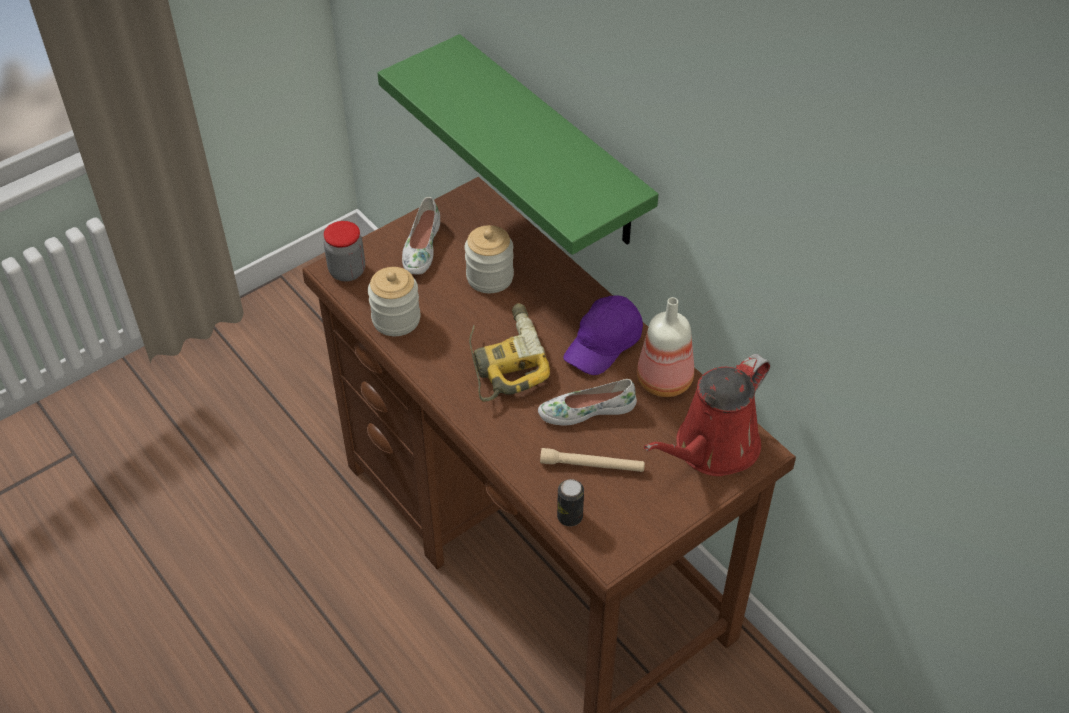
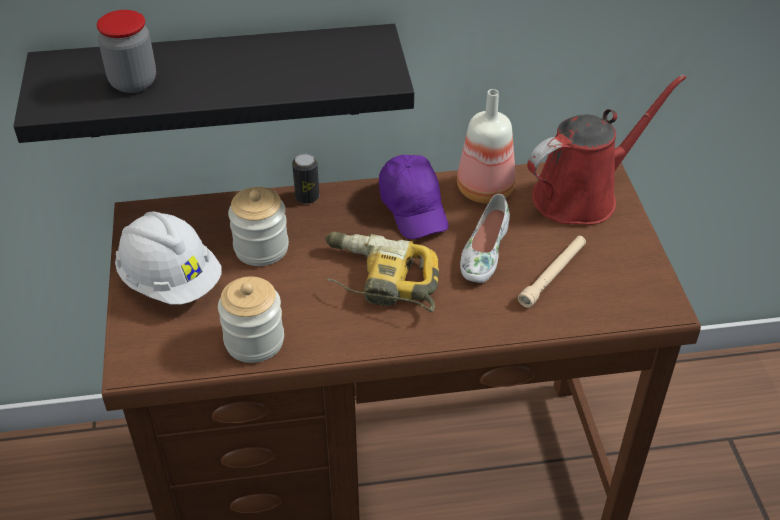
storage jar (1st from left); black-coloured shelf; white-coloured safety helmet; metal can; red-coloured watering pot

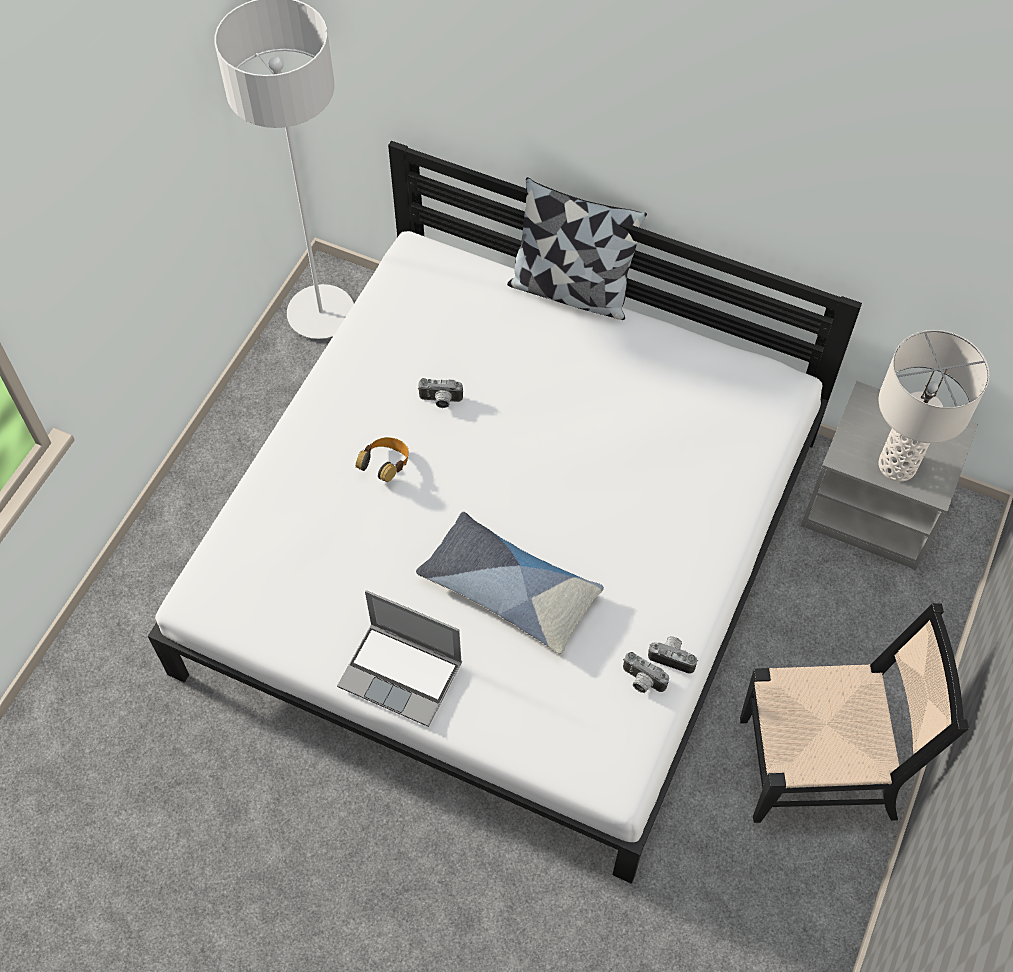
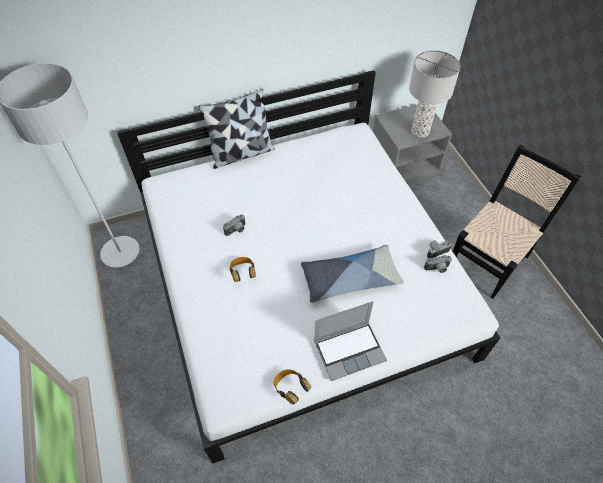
headphones (2nd from left)

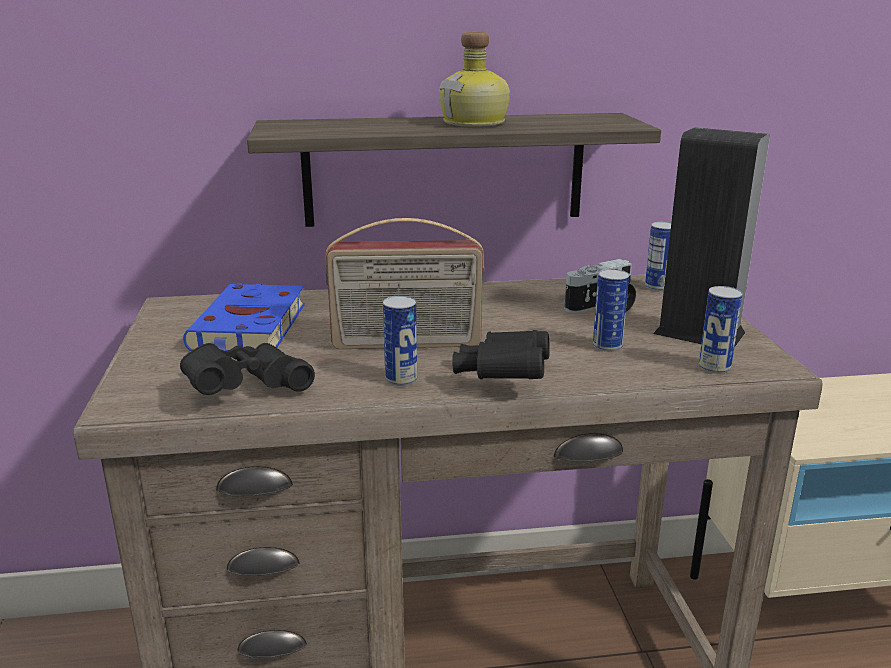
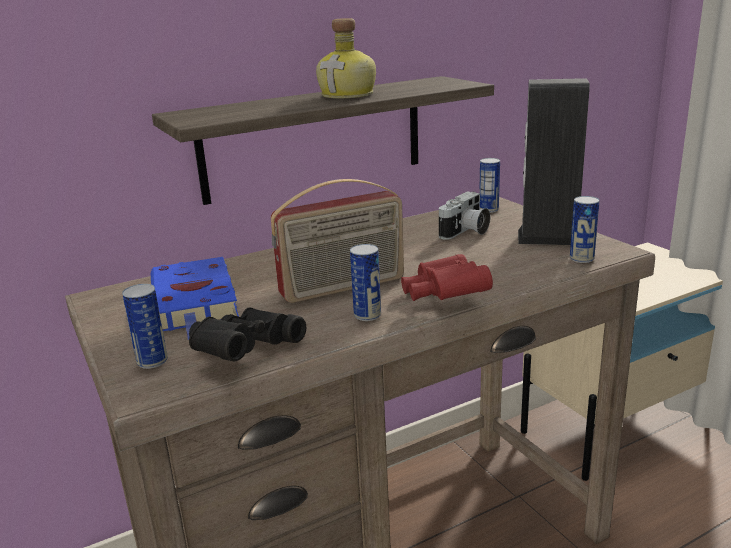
red-coloured pair of binoculars; metal can (1st from left)

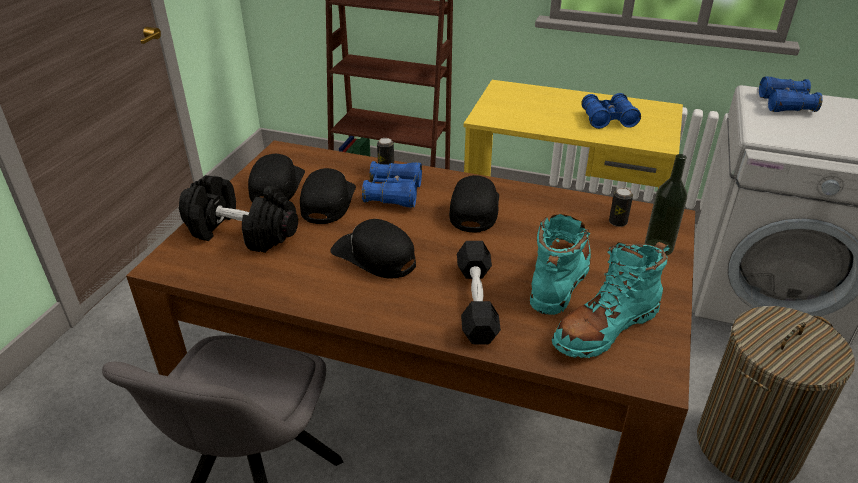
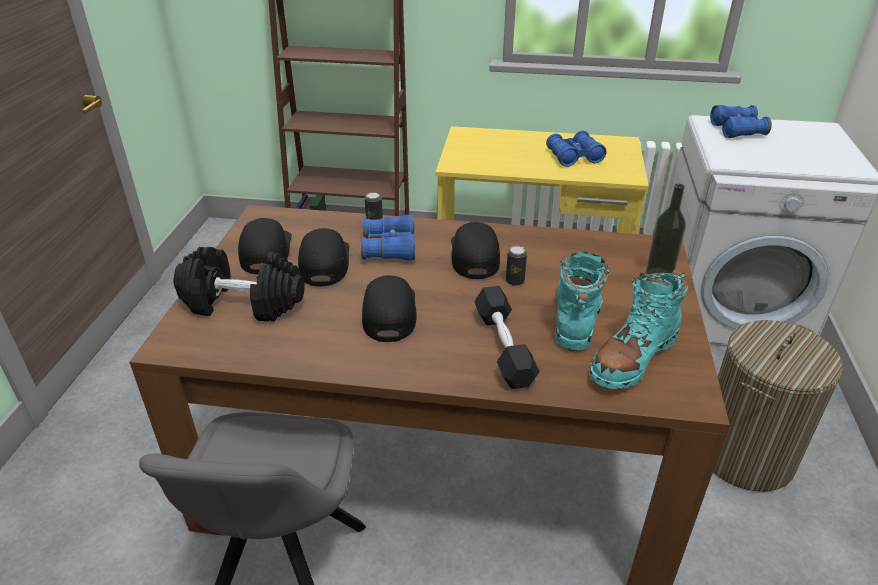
black-coloured cap (3rd from left); metal can (2nd from left)

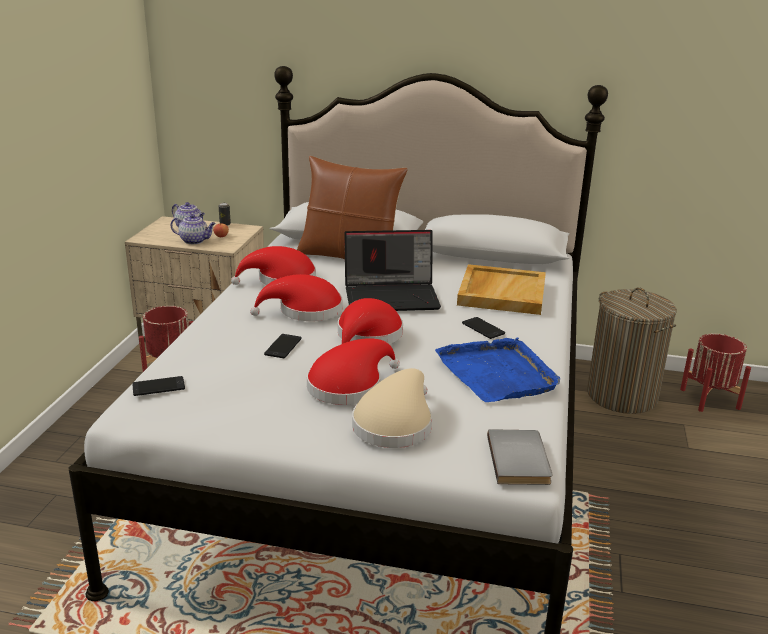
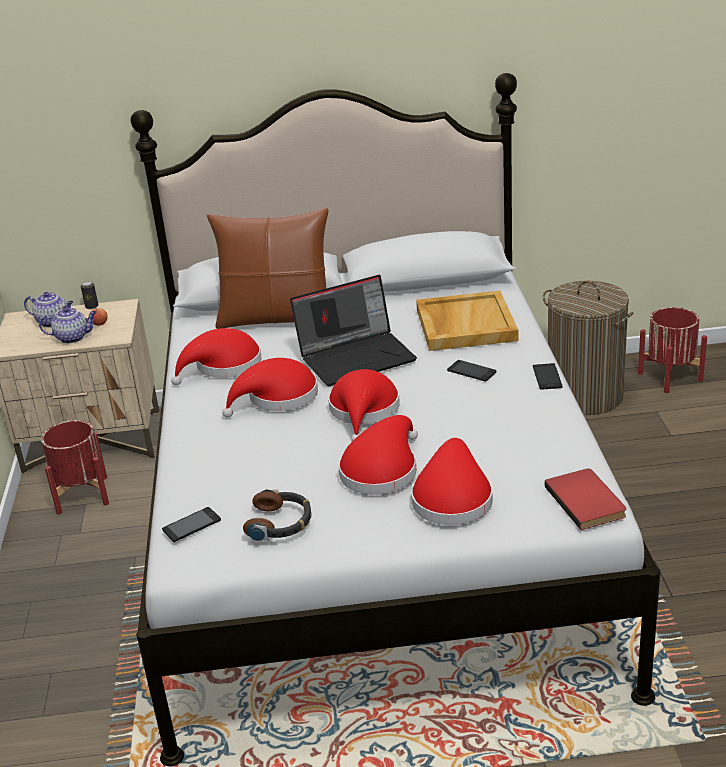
handset (3rd from left); red-coloured clothing hat (5th from left); blue carrying tray; red-coloured volume; headphones

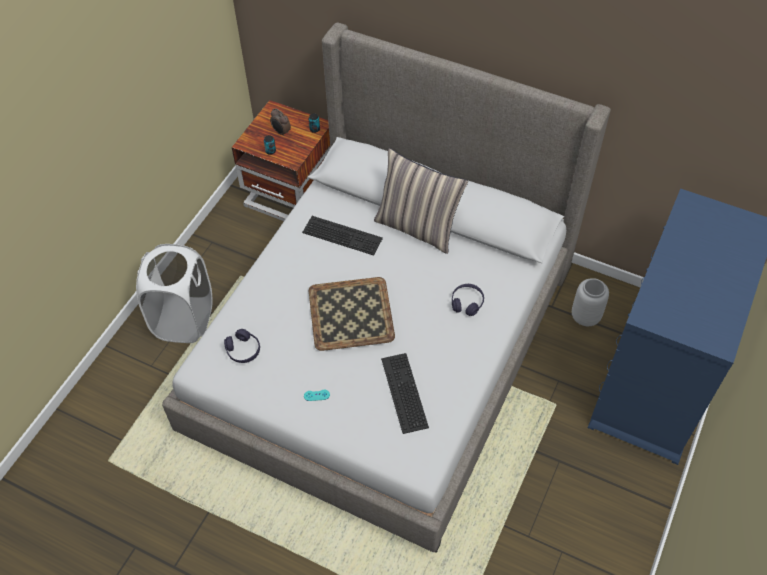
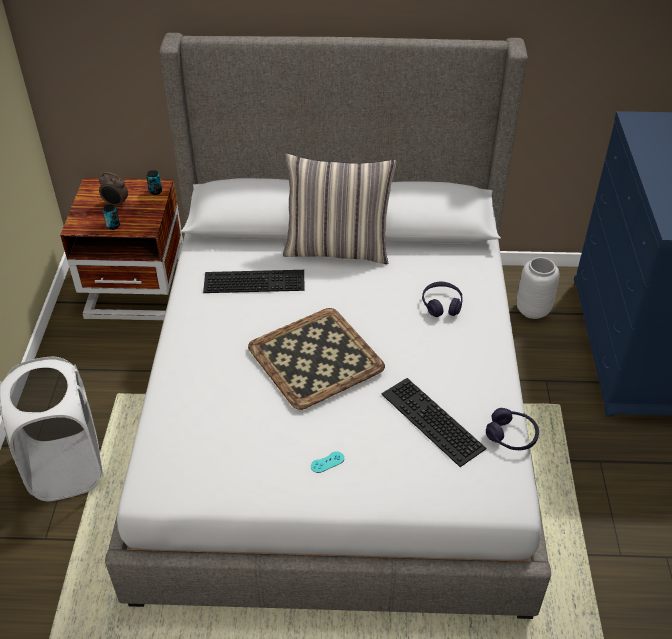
purple-coloured headphones (2nd from left)

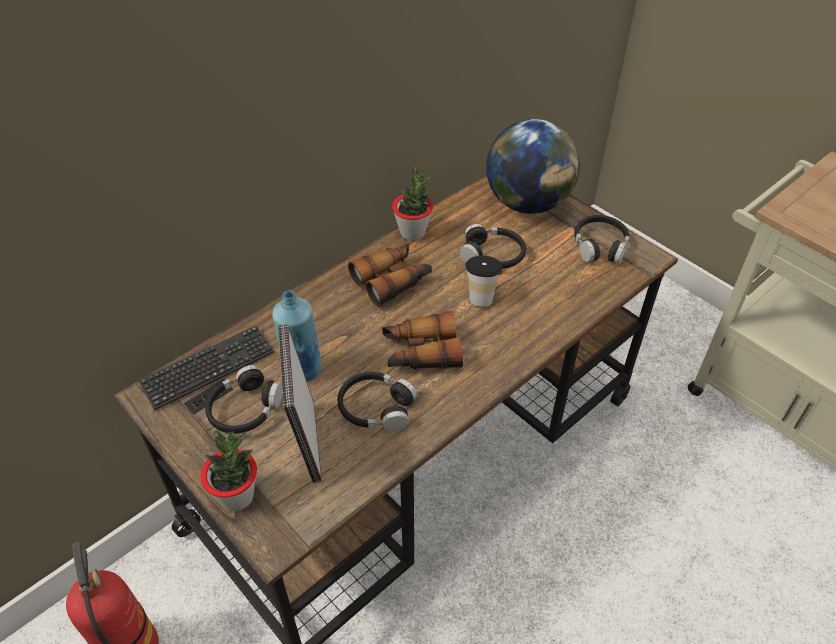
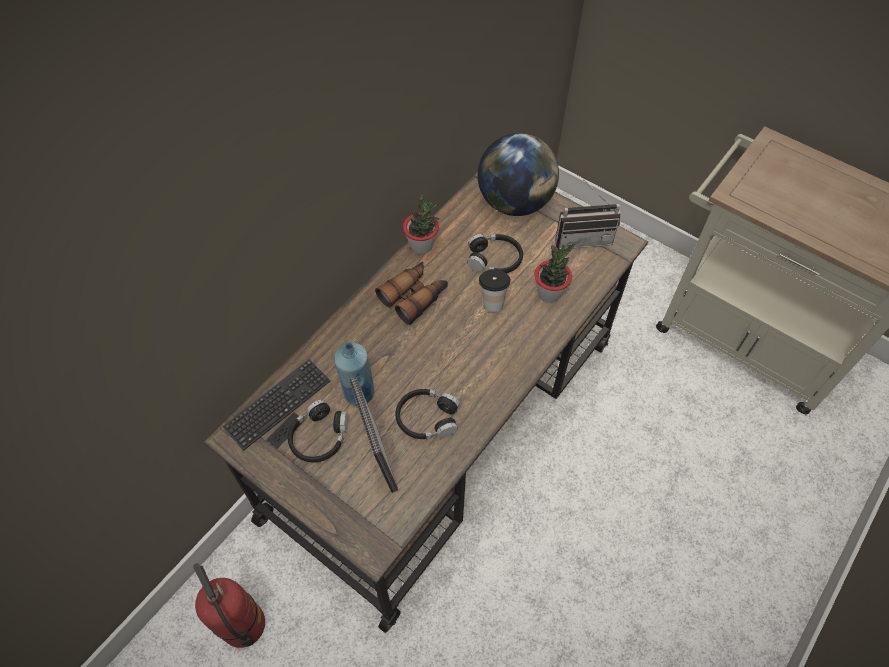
plant in a pot (2nd from left); pair of binoculars (2nd from left in the first image); radio set

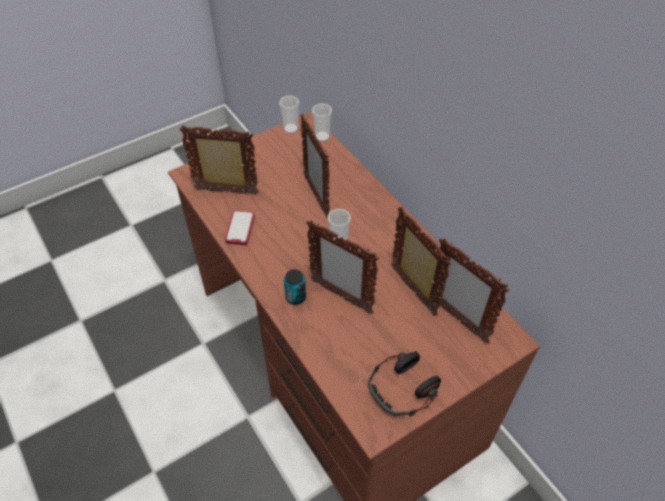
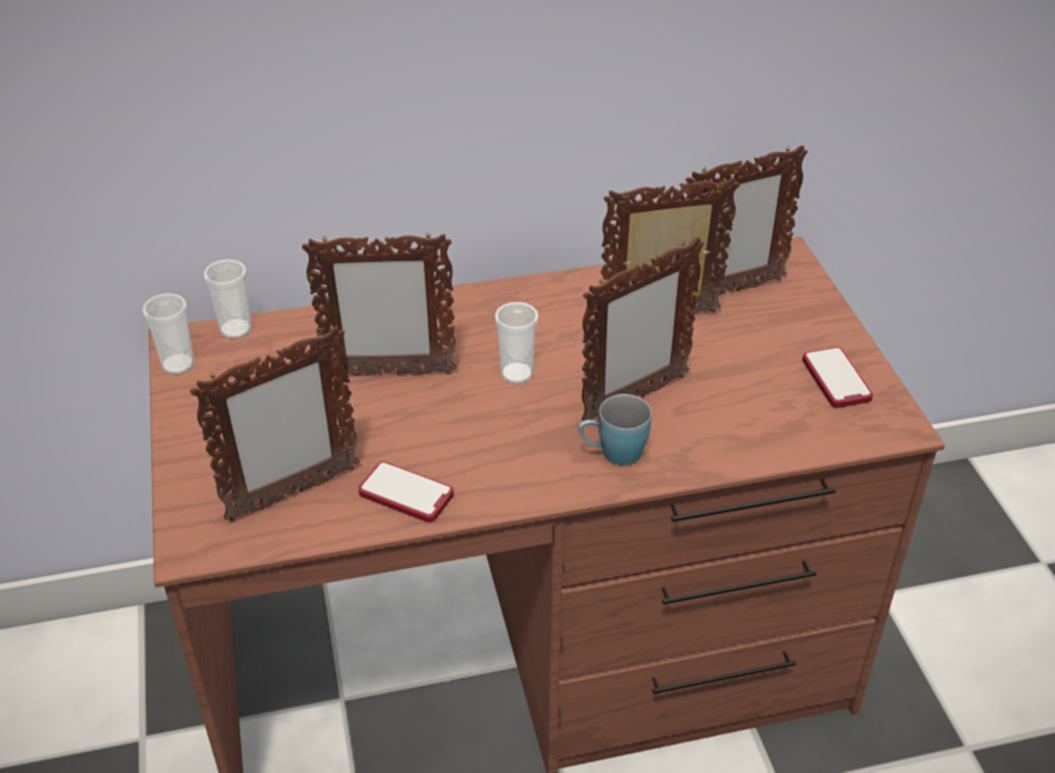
photo frame (1st from left); blue coffee mug; handset (2nd from left)

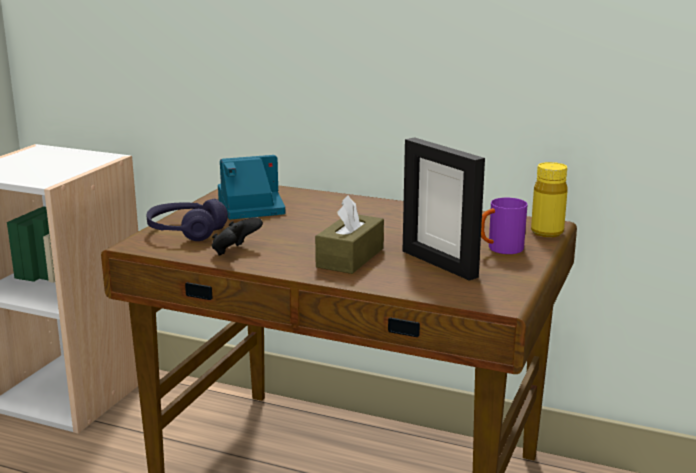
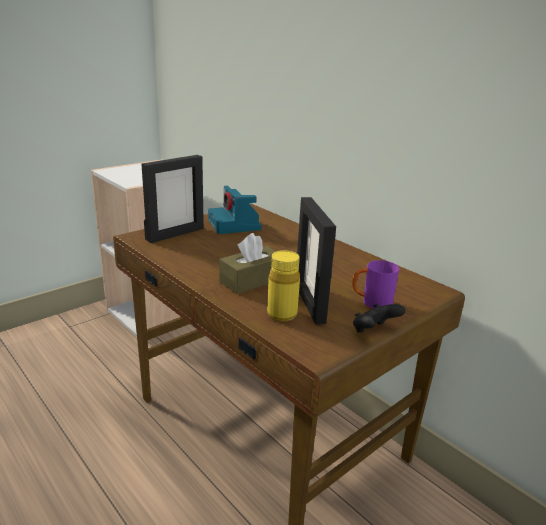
photo frame (1st from left); black-coloured gamepad; still camera; yellow bottle

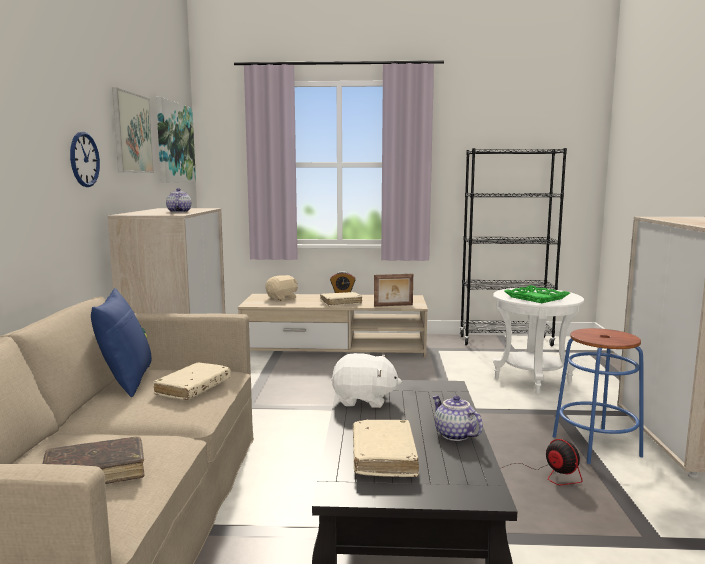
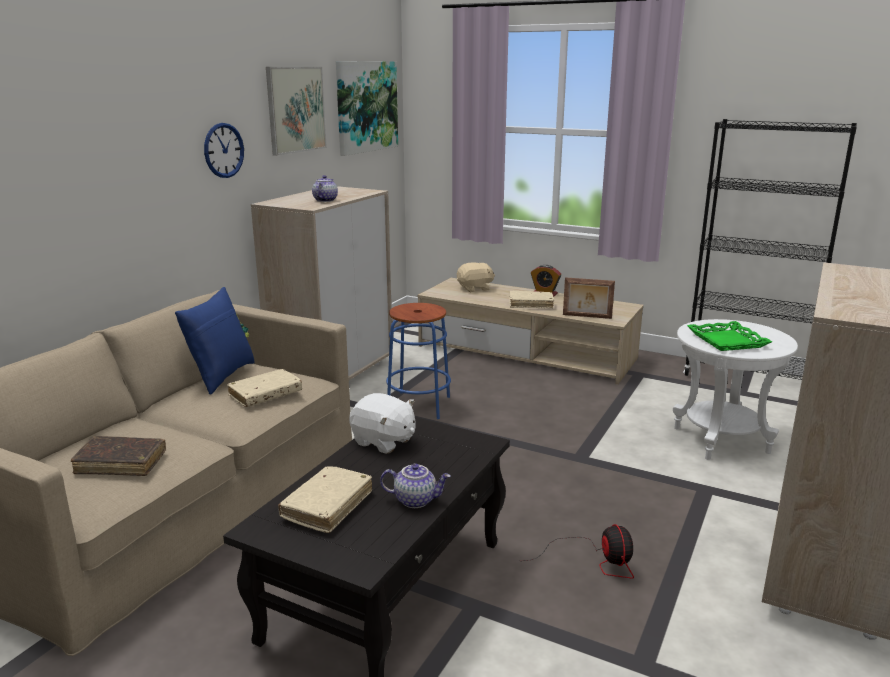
pot for tea (2nd from left); blue stool seat

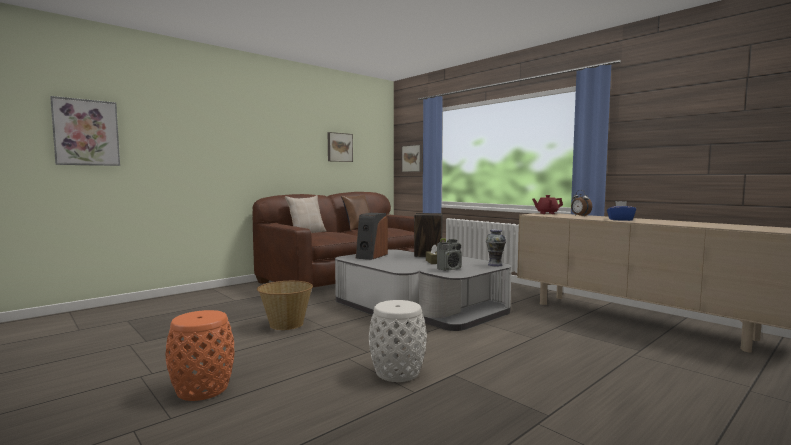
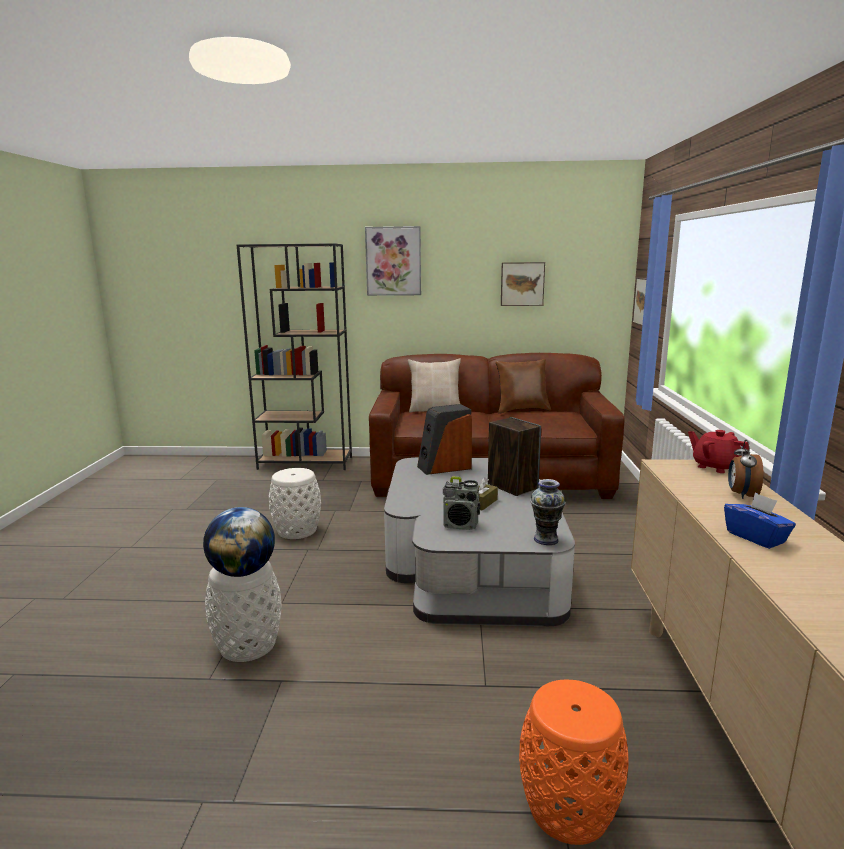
picture (1st from left); orange stool seat; white-coloured stool seat (2nd from left); desk globe; bookcase

